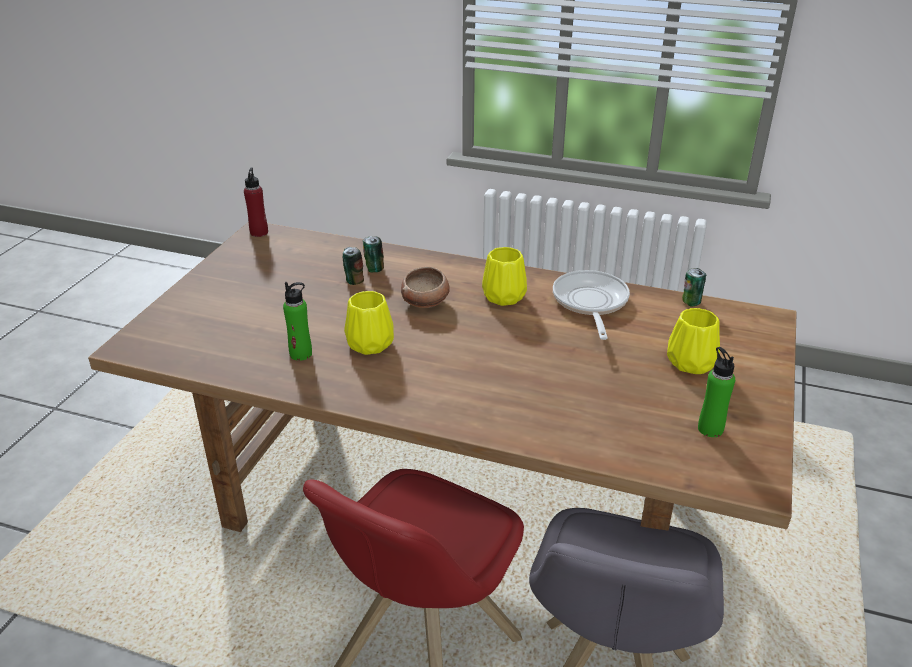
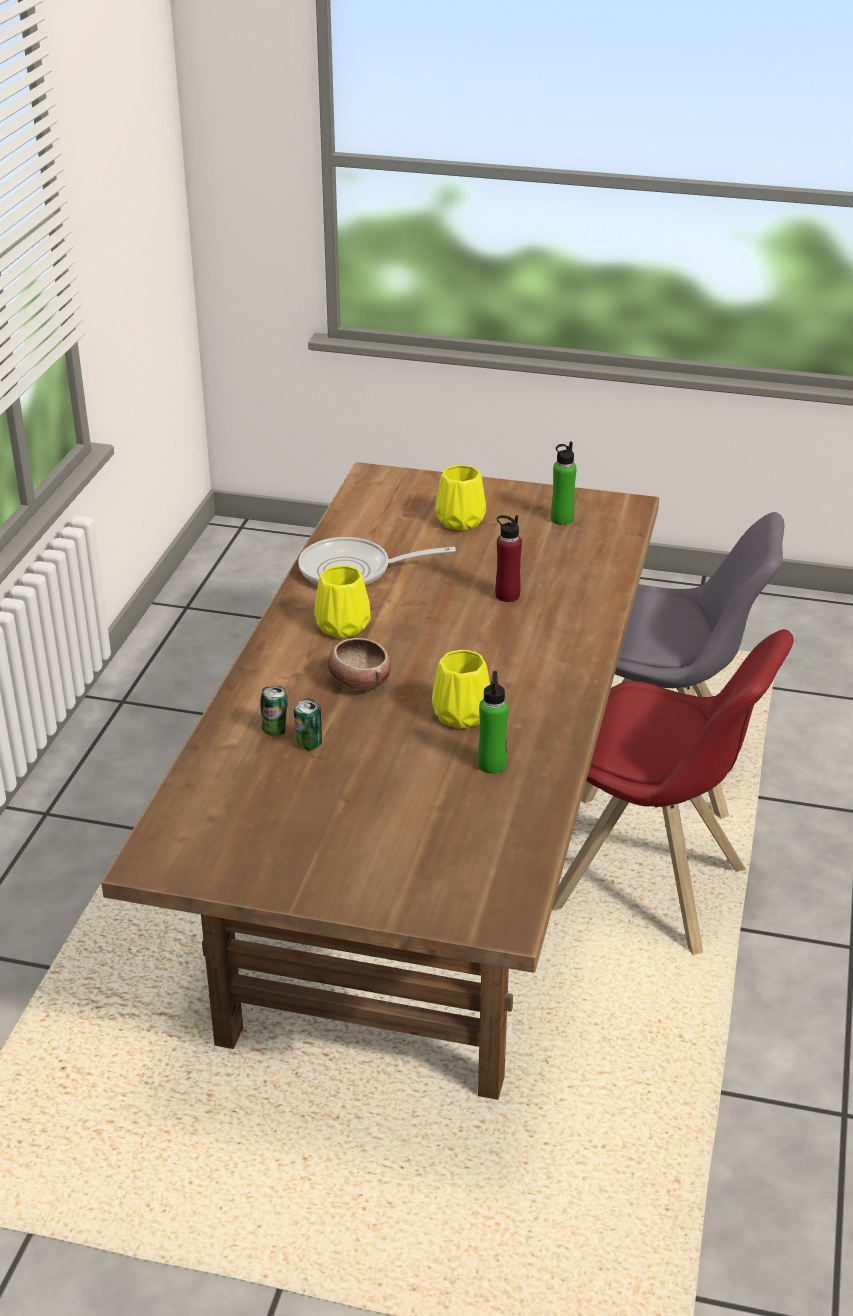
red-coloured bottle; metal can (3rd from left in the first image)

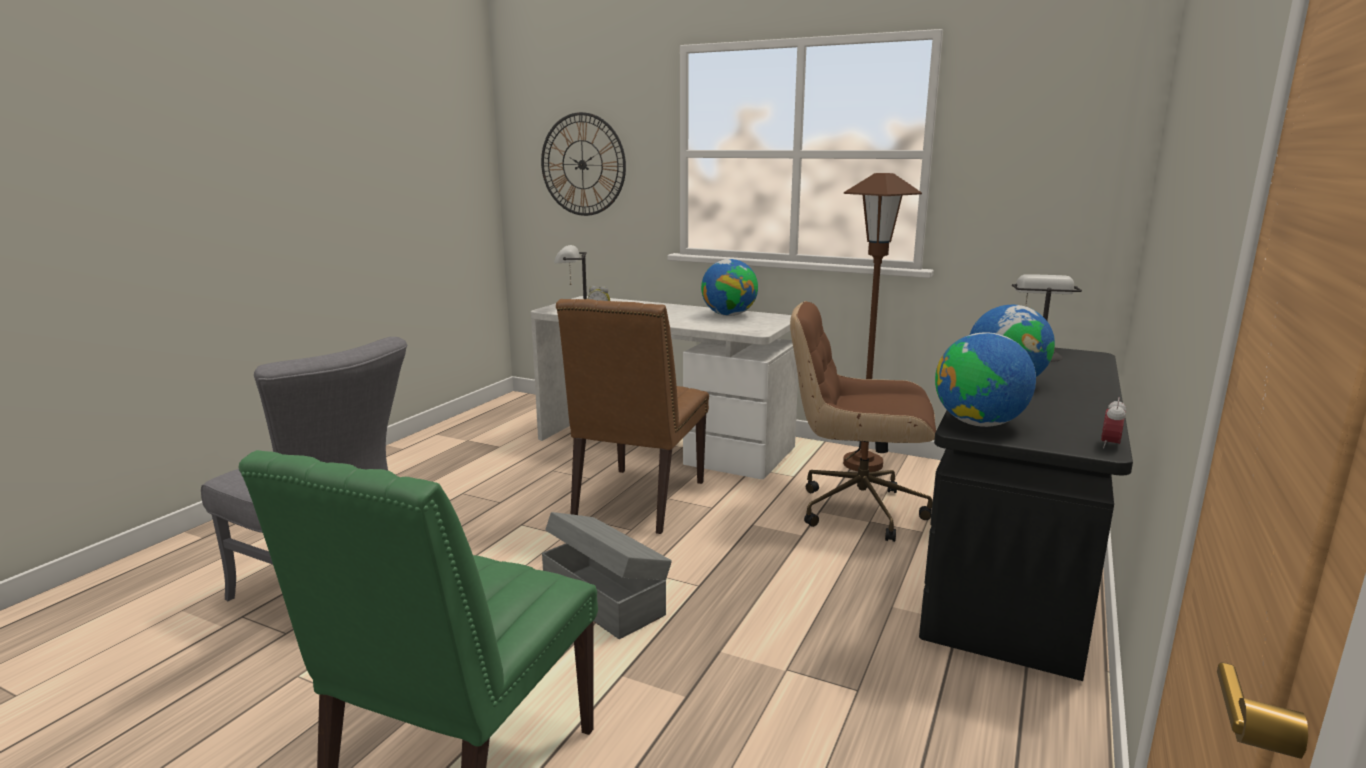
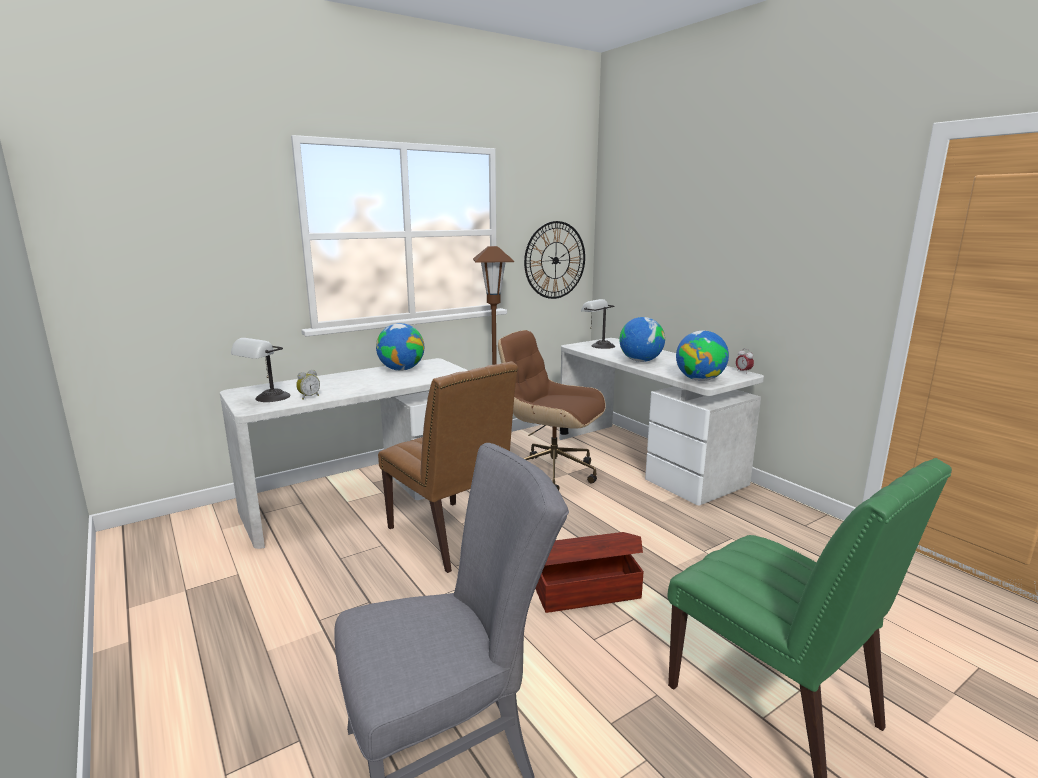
wall clock; brownish storage bin; brownish computer chair; white-coloured desk table (2nd from left)

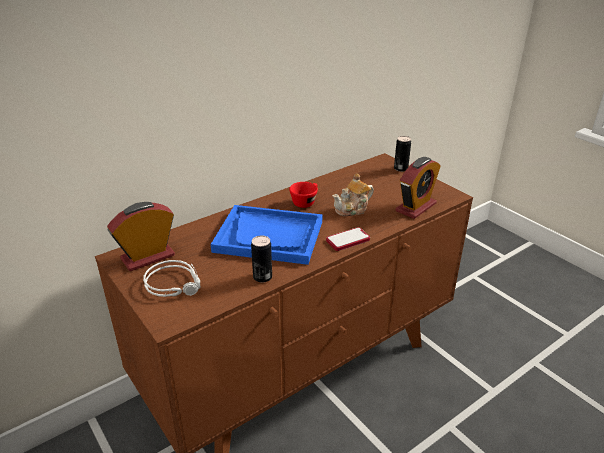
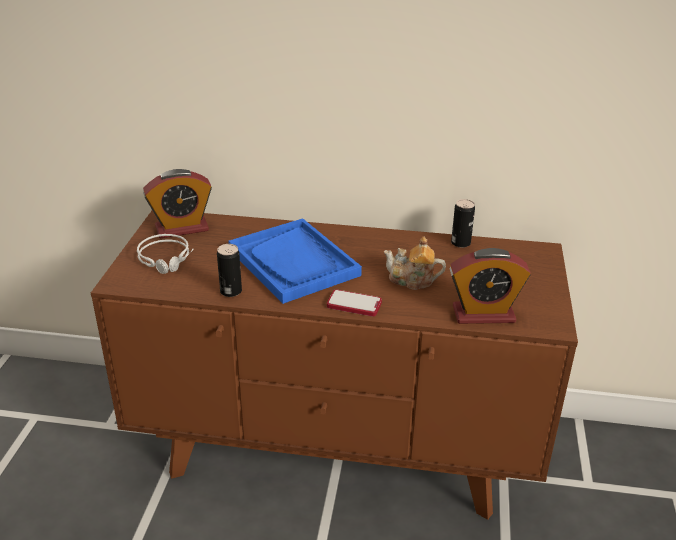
table clock (1st from left); red-coloured drinking cup; metal can (2nd from left)

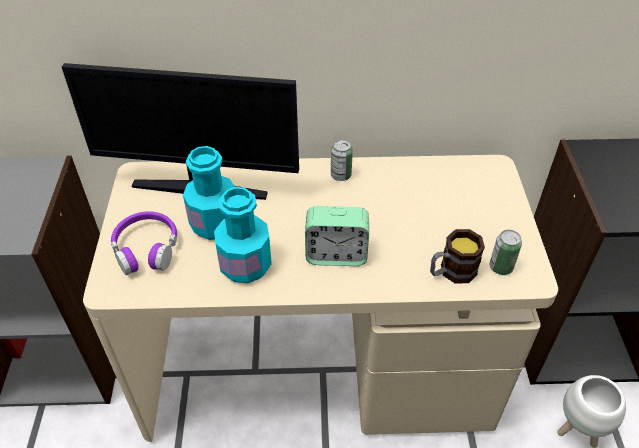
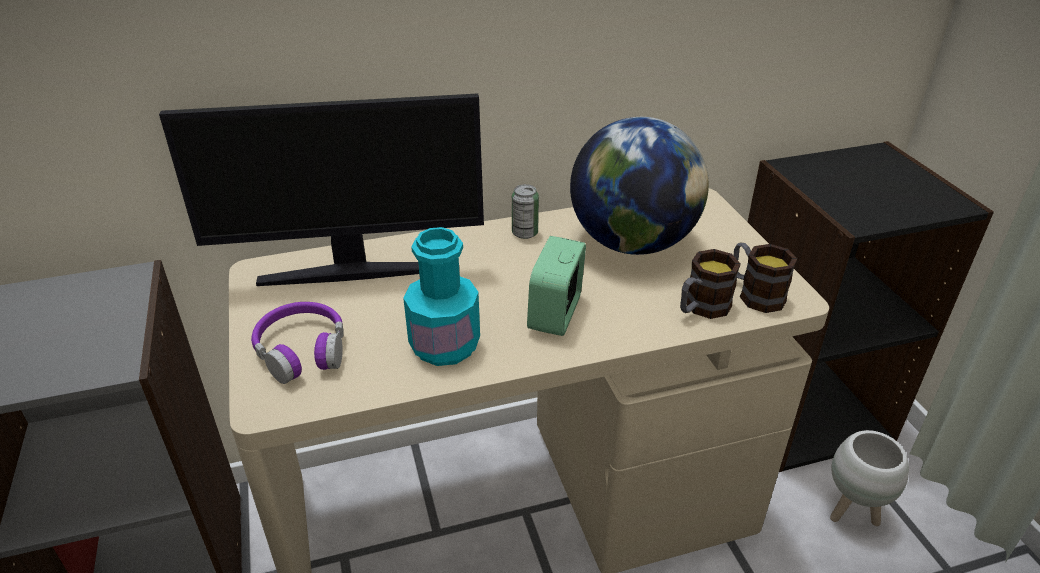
turquoise-coloured bottle (1st from left in the first image); table clock; coffee mug (2nd from left); desk globe

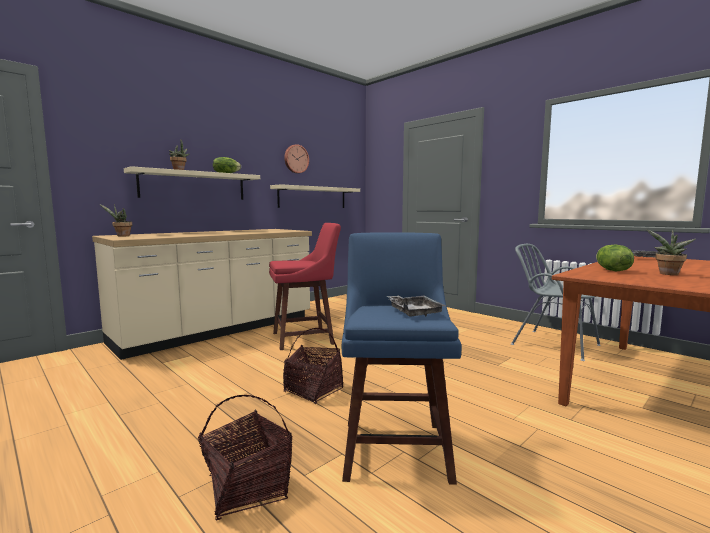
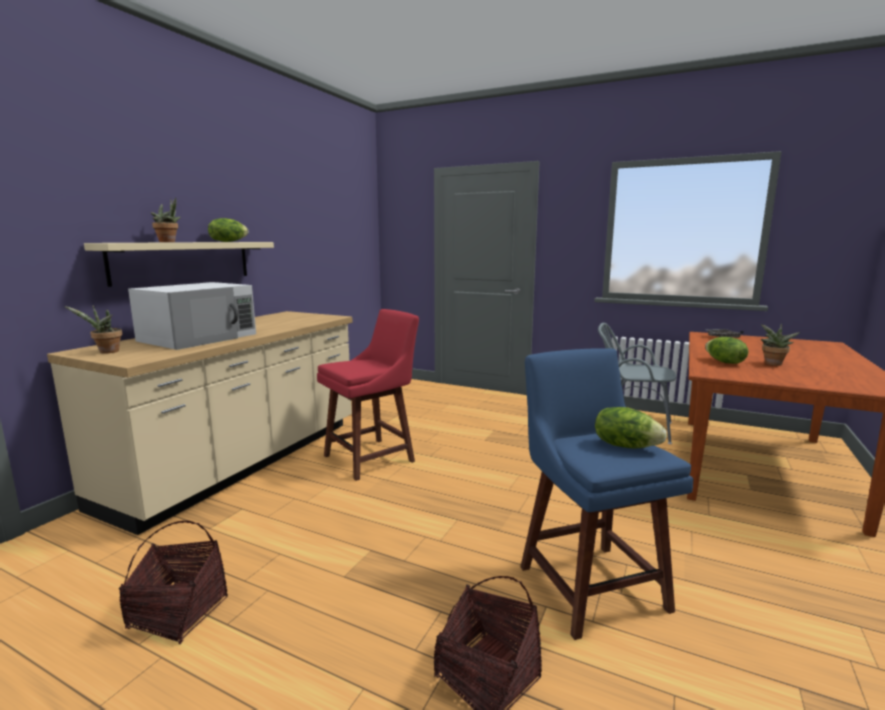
beige-coloured shelf (2nd from left in the first image); household basket (1st from left); wall clock; head of lettuce (2nd from left); white-coloured kitchen microwave

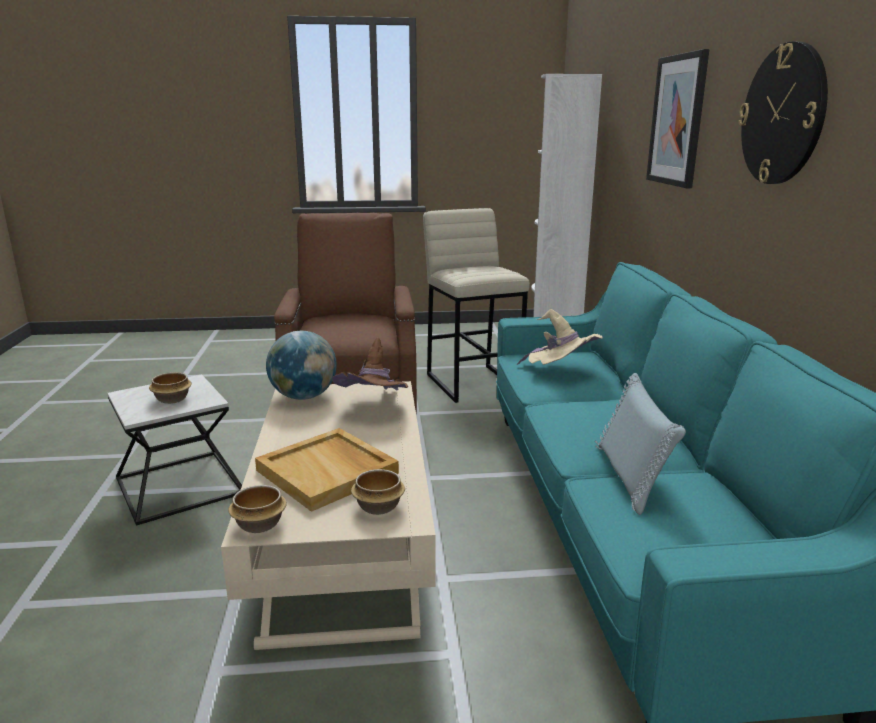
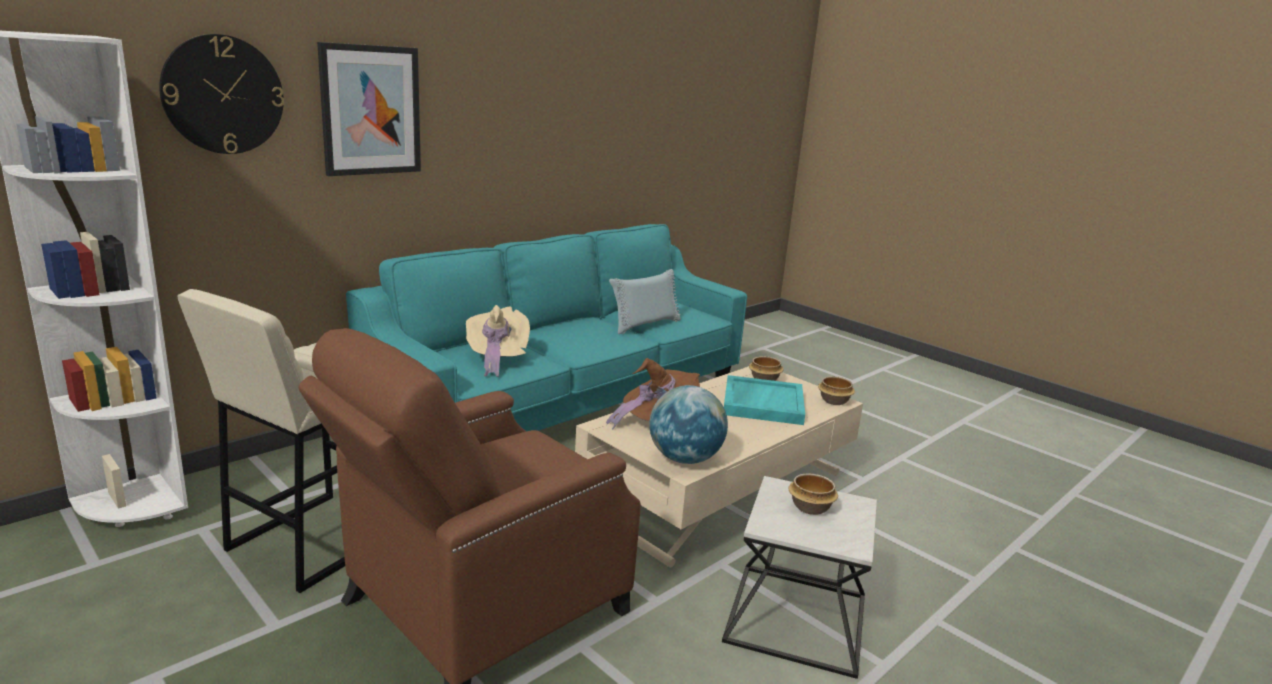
turquoise-coloured carrying tray; wall clock

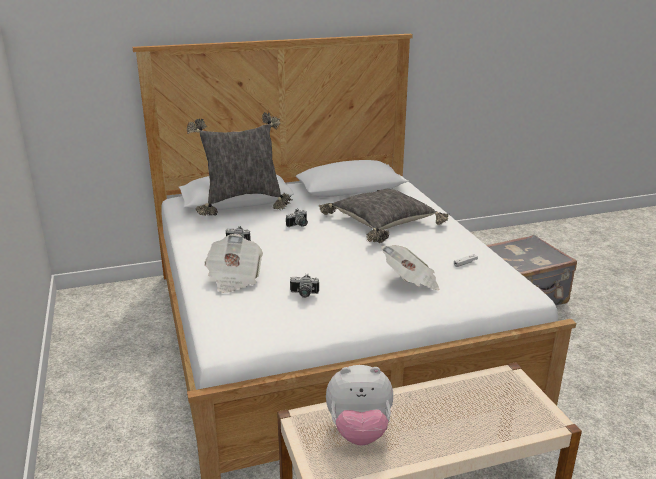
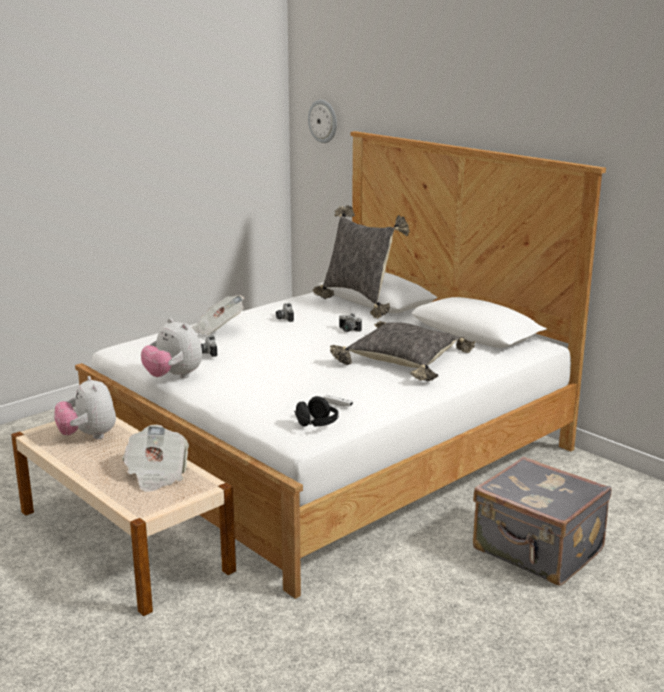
newspaper (1st from left); plush toy (2nd from left); black-coloured headphones; wall clock

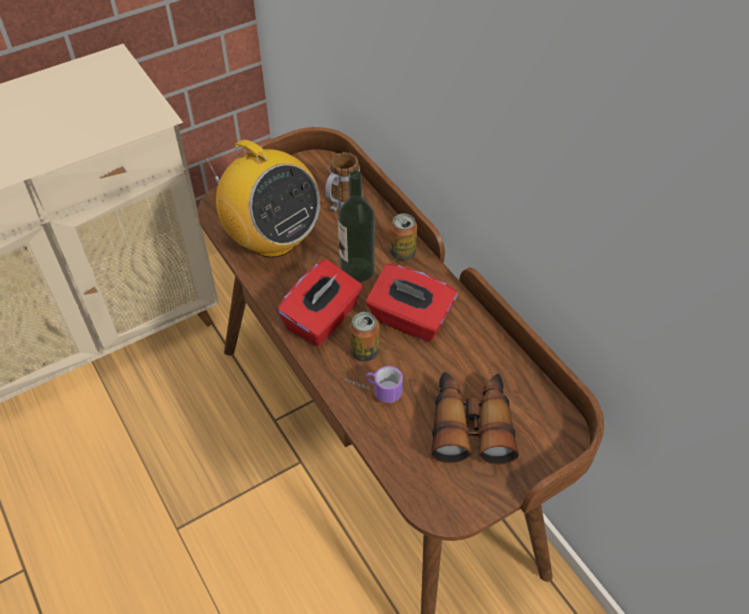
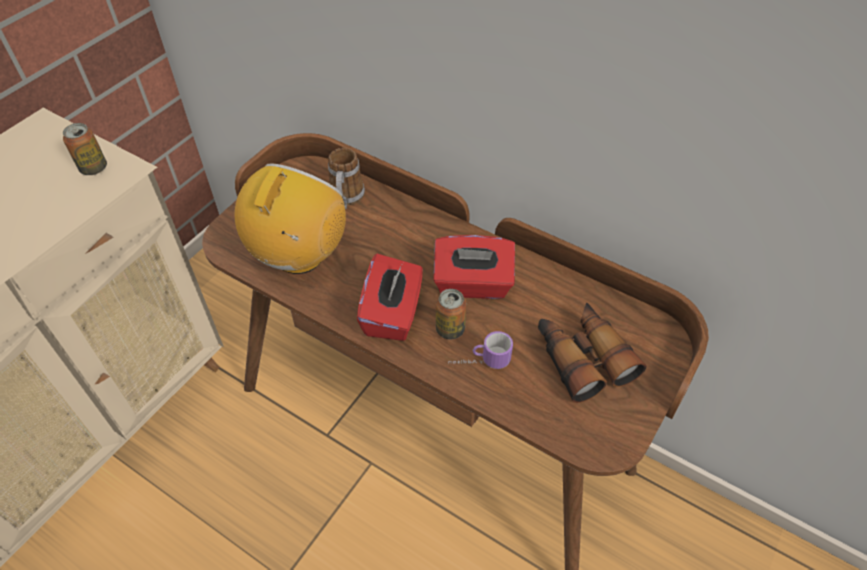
radio set; bottle; metal can (1st from left)

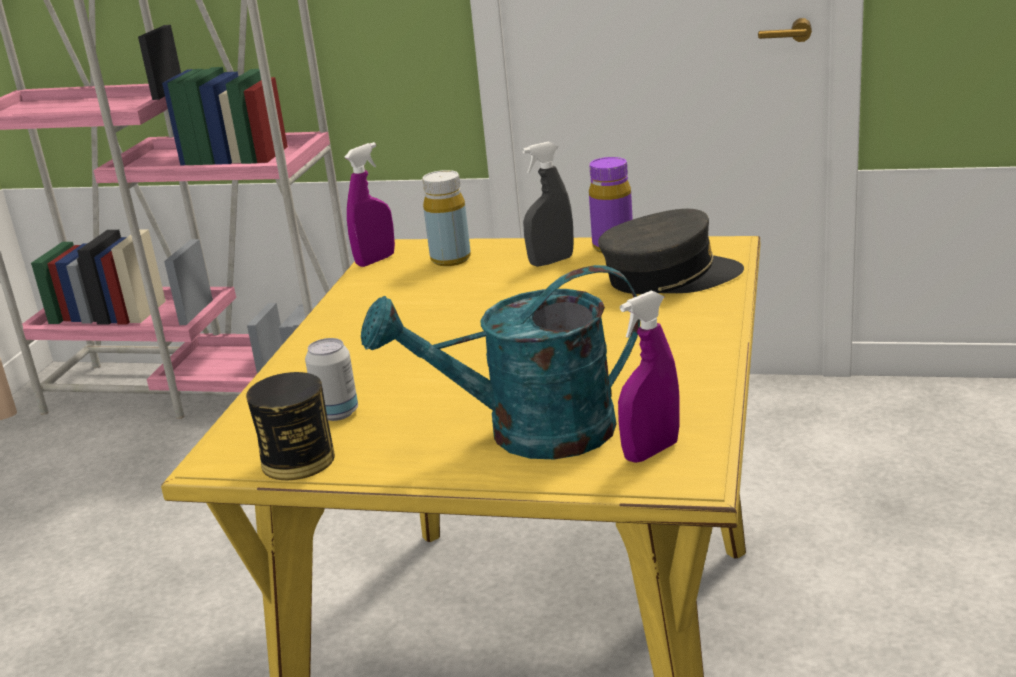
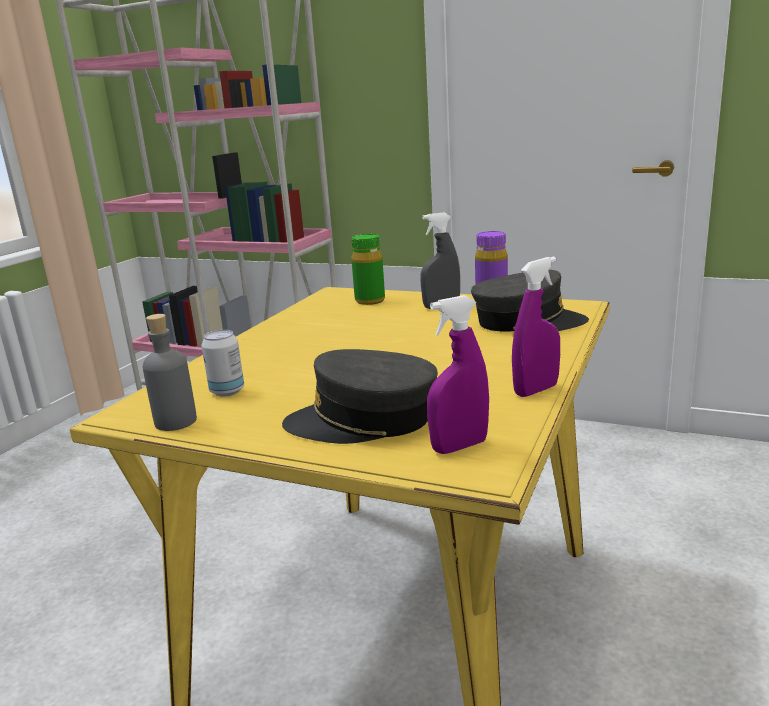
gray bottle; purple-coloured spray bottle (2nd from left); gray cap (1st from left); green bottle

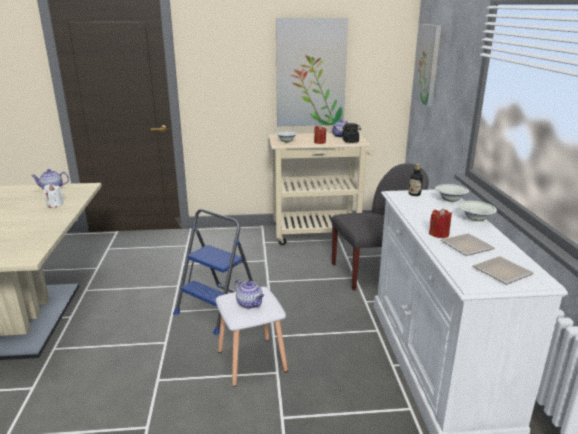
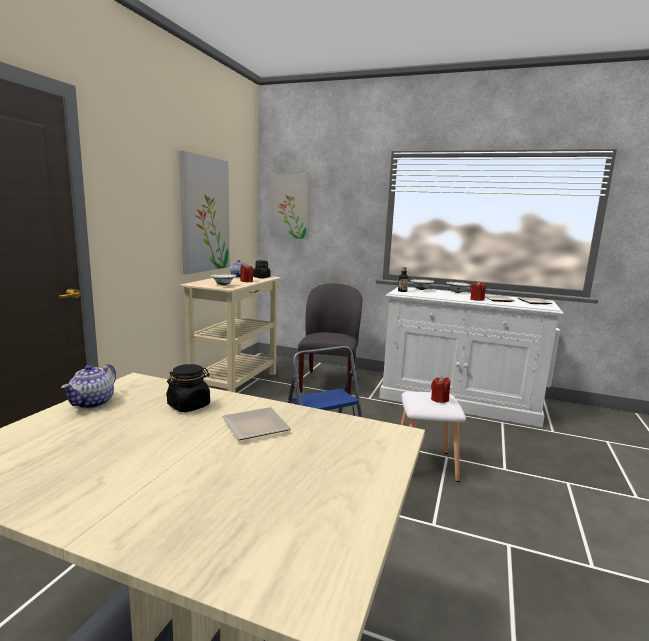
black-coloured storage jar (1st from left); red-coloured wax candle (2nd from left); dinner plate (1st from left)

